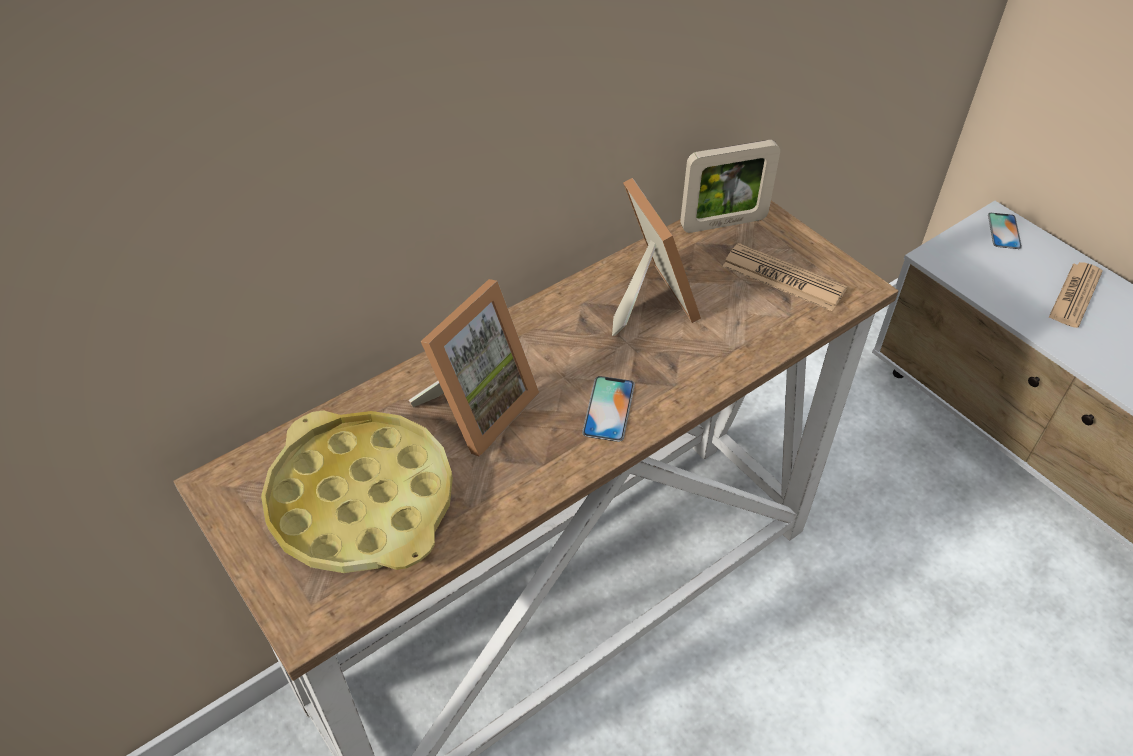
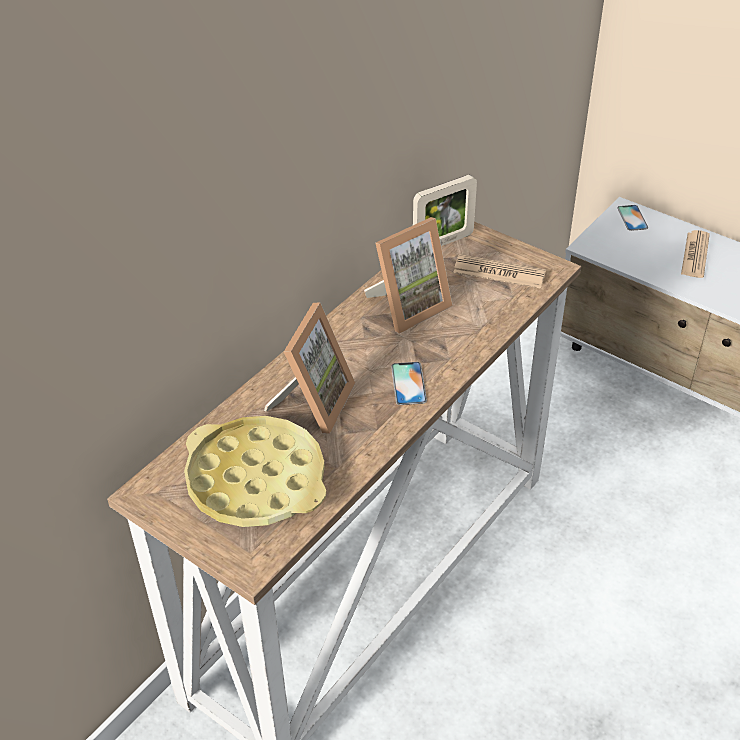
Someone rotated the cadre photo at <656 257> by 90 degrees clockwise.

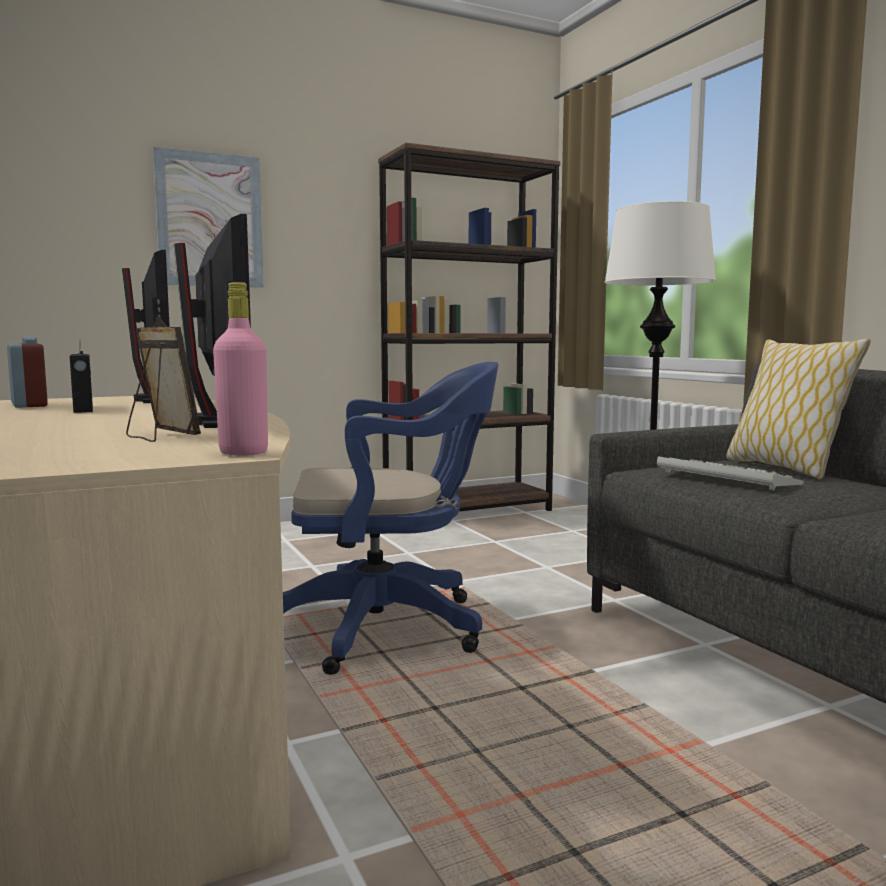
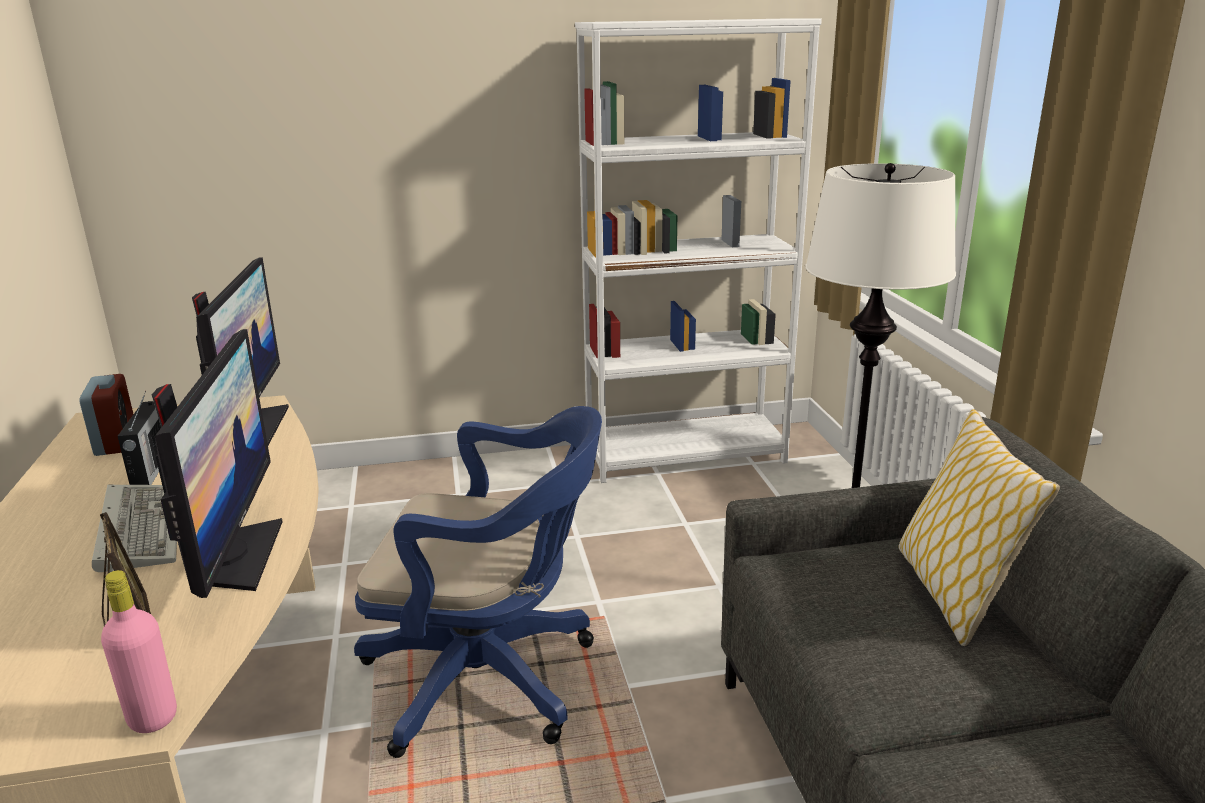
Someone carried the clavier from <730 473> to <134 528>. Someone repainted the bibliothèque/marron at <469 327>, which became the bibliothèque/blanc at <698 250>. Someone took away the tableau at <208 217>.

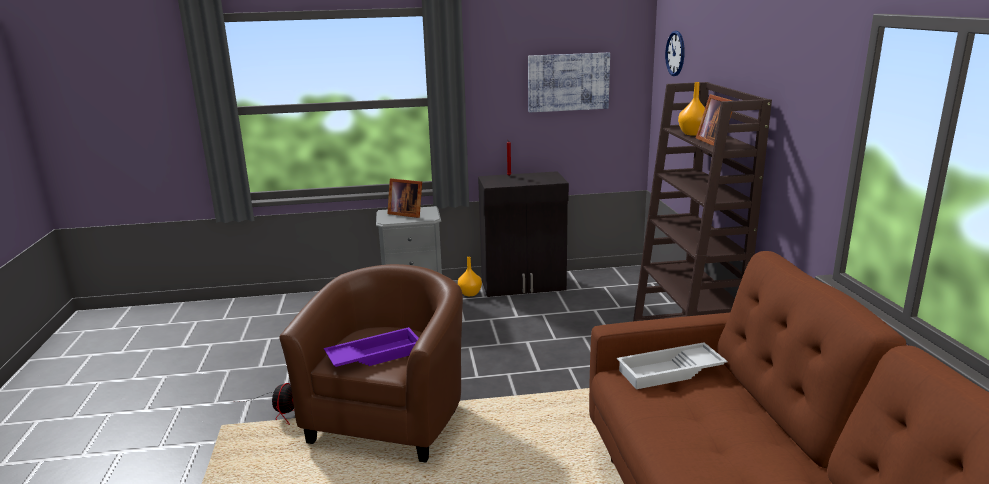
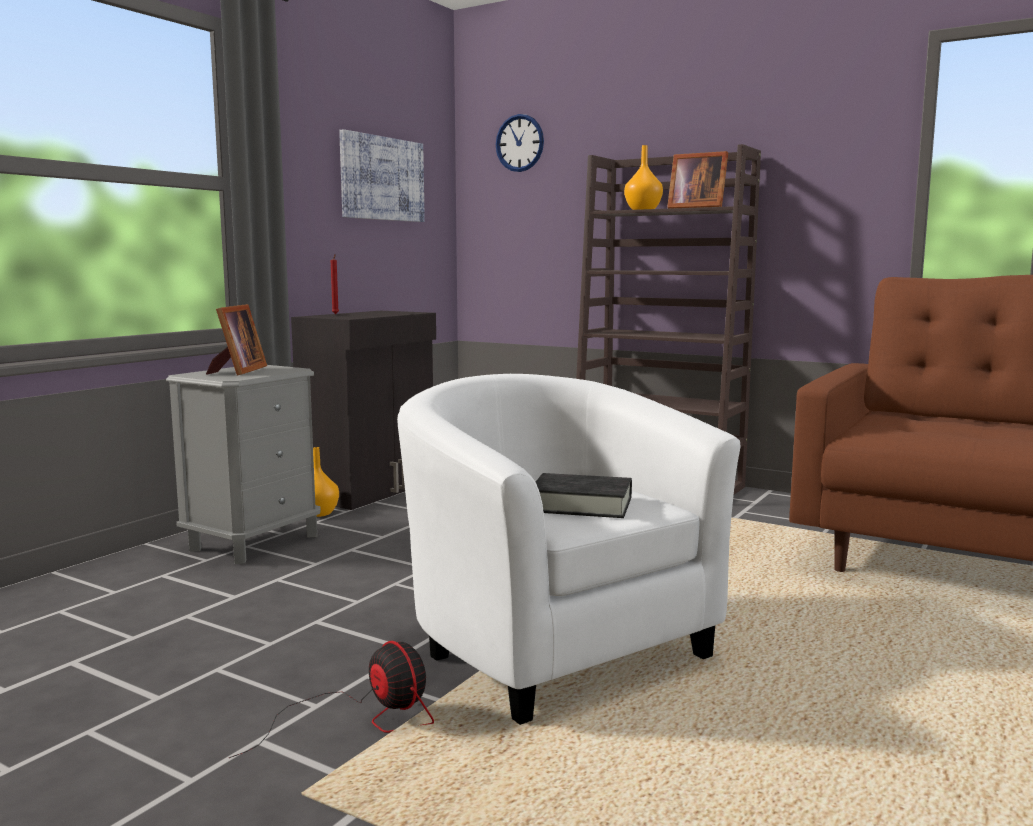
Someone rotated the cadre photo at <404 198> by 60 degrees counterclockwise. Someone repainted the fauteuil/marron at <371 363>, which became the fauteuil/blanc at <568 549>. Someone swapped the plateau/violet at <371 347> for the livre/noir at <584 495>. Someone took away the plateau/blanc at <672 365>.

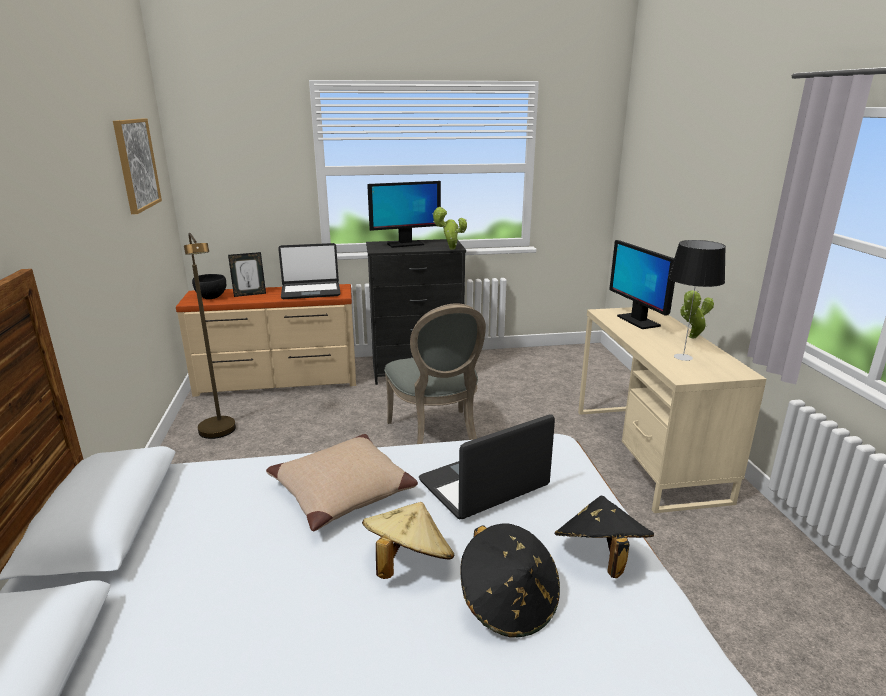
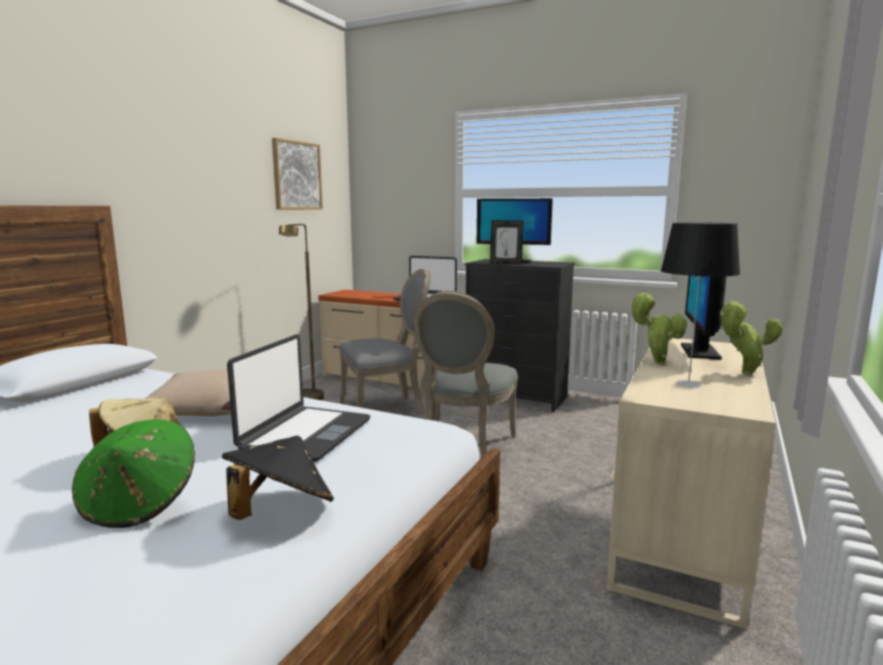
Someone repainted the chapeau/noir at <510 580>, which became the chapeau/vert at <133 473>. Someone rotated the ordinateur portable at <487 466> by 105 degrees clockwise. Someone put down the chaise/gris at <385 341>. Someone carried the cadre photo from <247 274> to <507 242>. Someone carried the plante en pot from <449 228> to <659 328>. Someone took away the bol/noir at <209 286>.

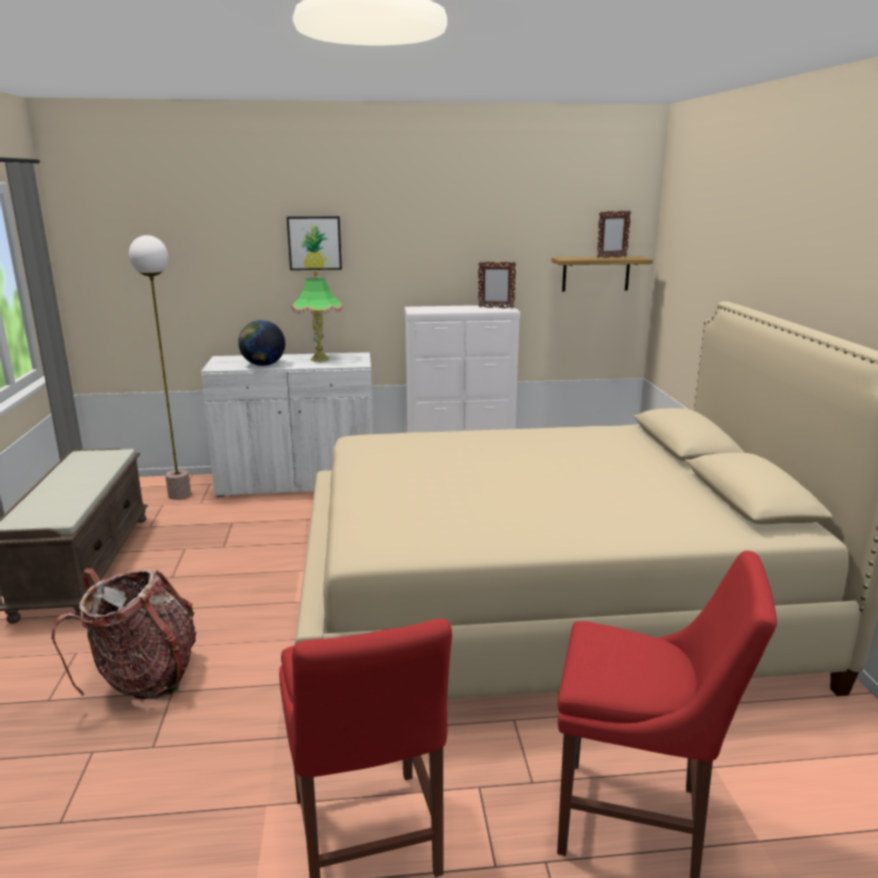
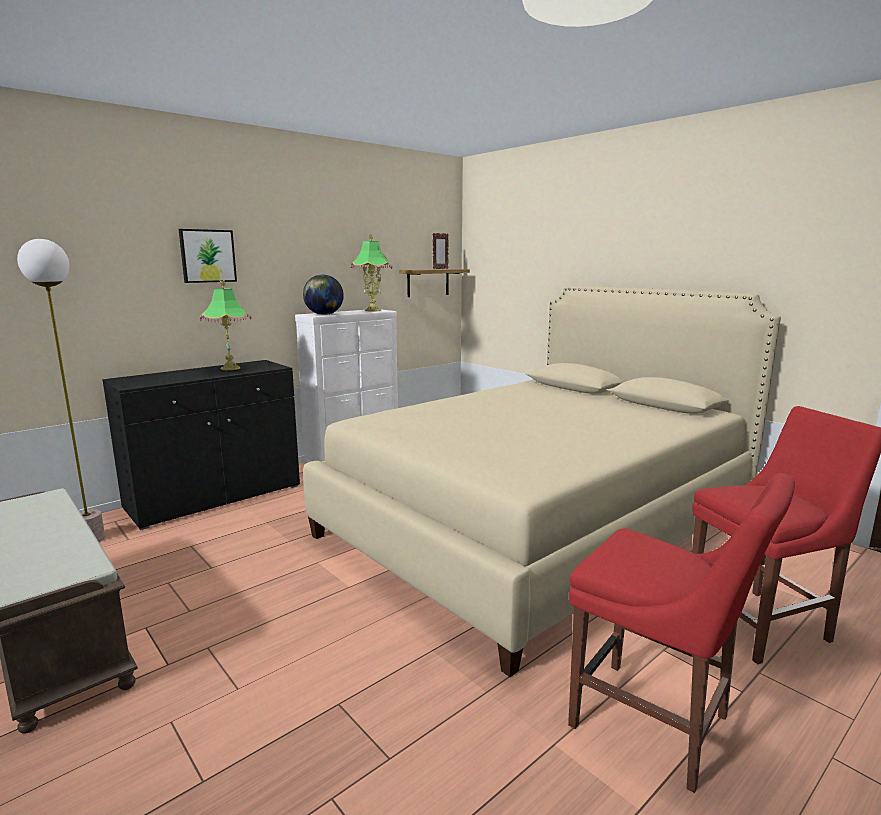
Someone repainted the meuble de rangement/blanc at <287 424>, which became the meuble de rangement/noir at <201 445>. Someone carried the globe from <261 343> to <323 295>. Someone swapped the cadre photo at <497 285> for the lampe de table at <371 273>. Someone took away the sac à dos at <124 633>.

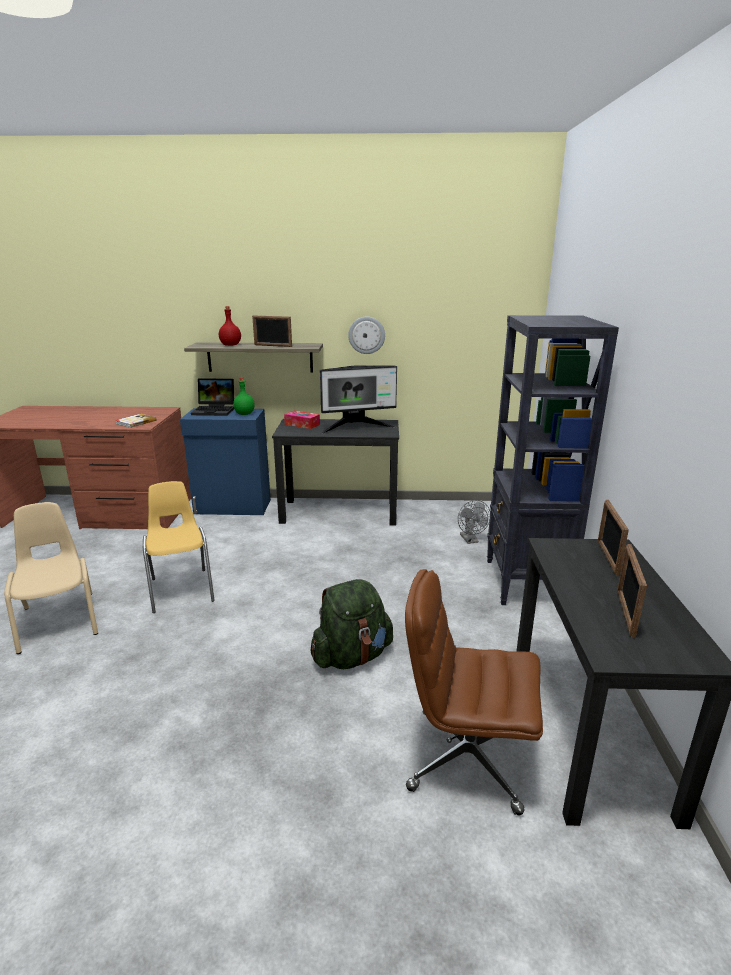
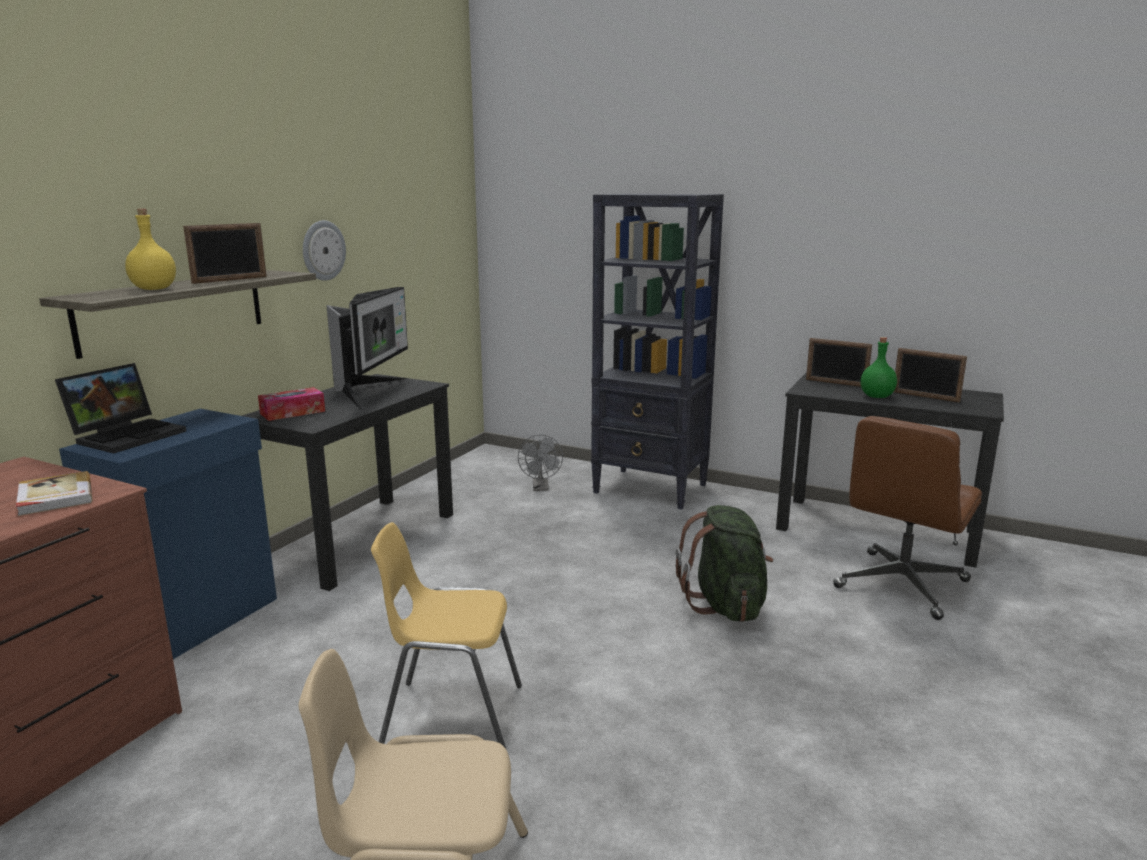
Someone repainted the bouteille/rouge at <230 326>, which became the bouteille/jaune at <150 249>. Someone rotated the ventilateur/gris at <474 522> by 75 degrees clockwise. Someone carried the bouteille/vert from <244 396> to <879 367>.

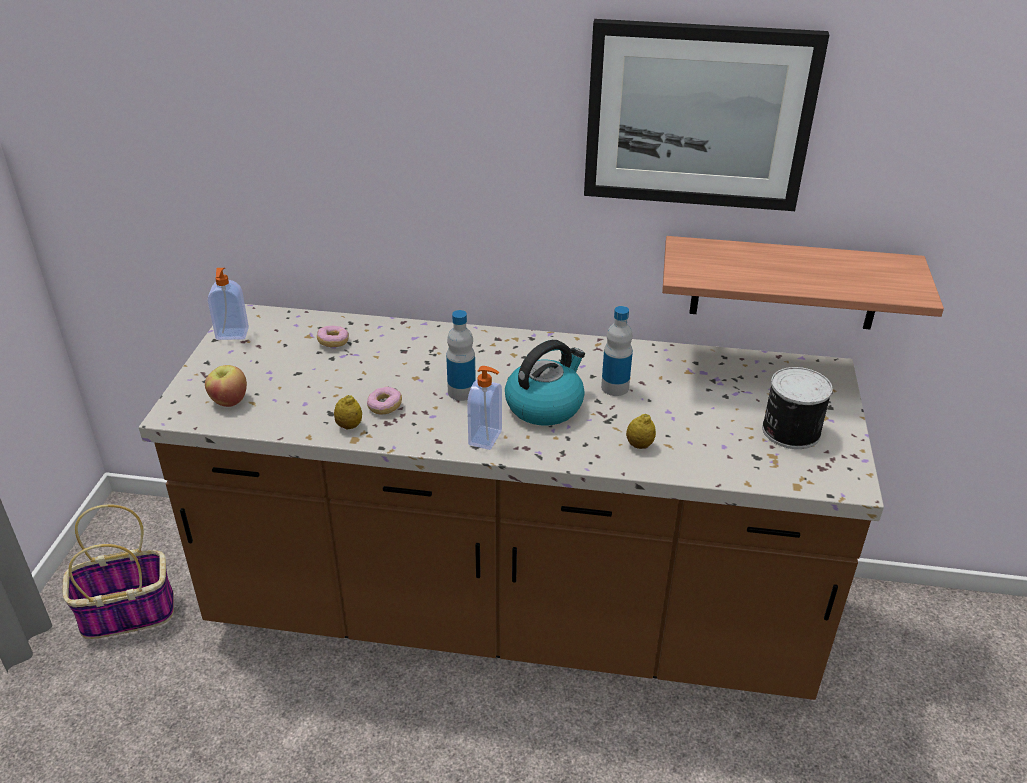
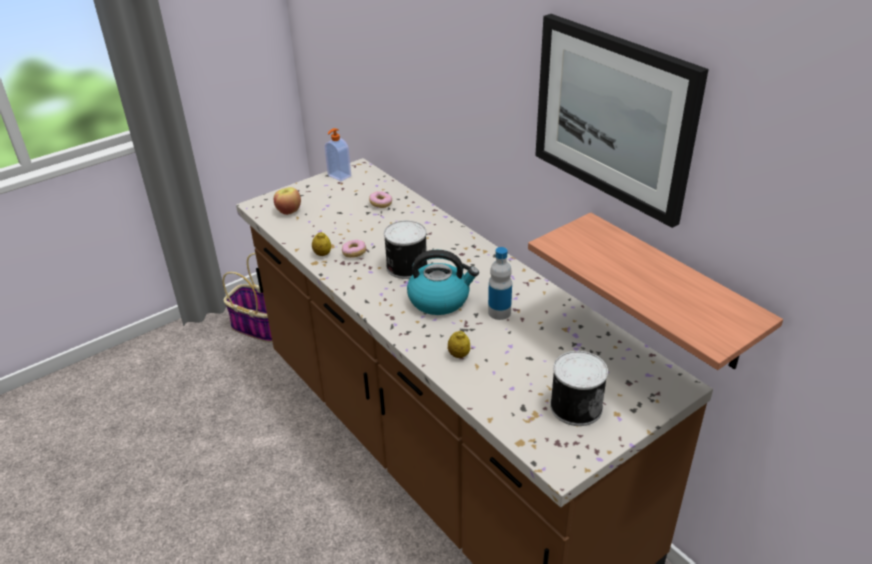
Someone swapped the bouteille at <461 355> for the boîte métallique at <406 249>. Someone took away the distributeur de savon at <484 408>.

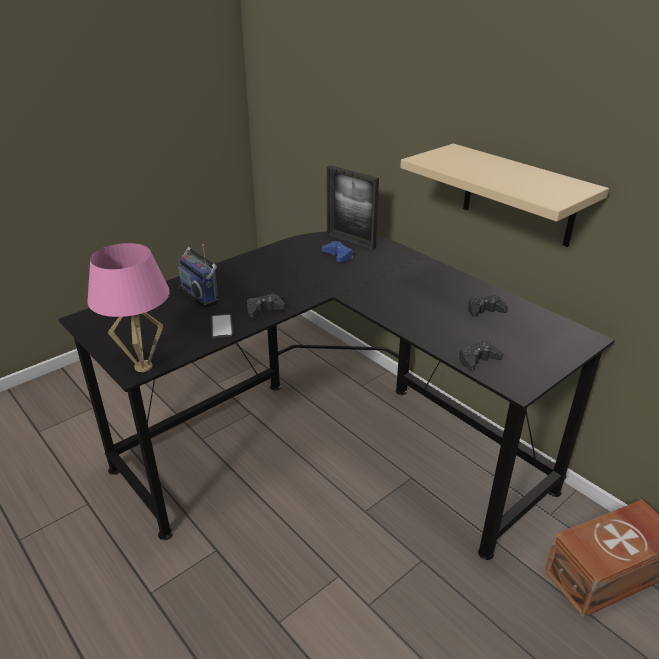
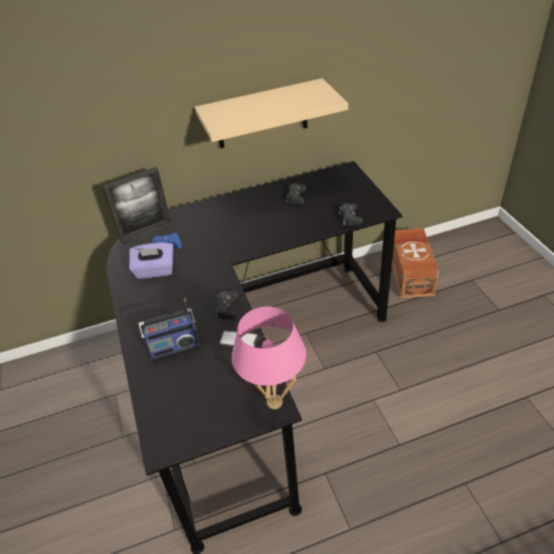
Someone put down the boîte à mouchoirs/violet at <151 261>.

